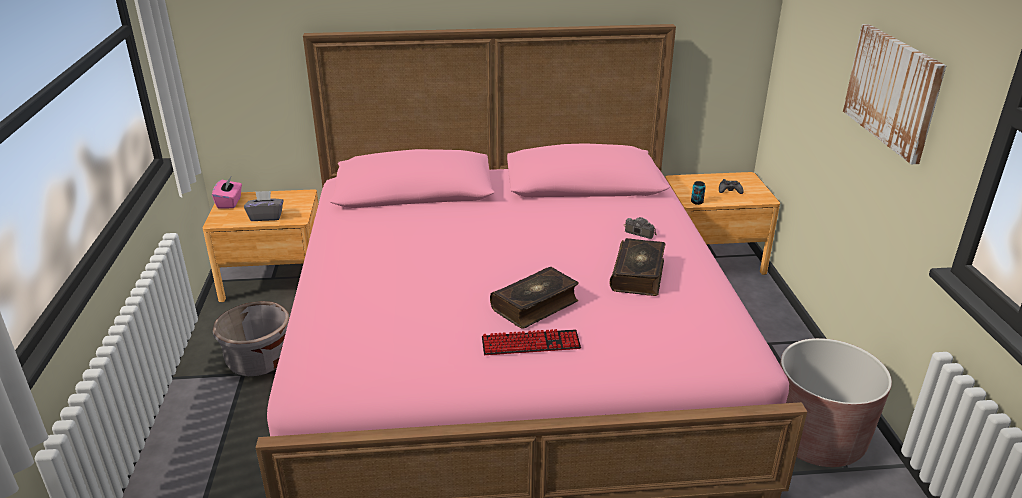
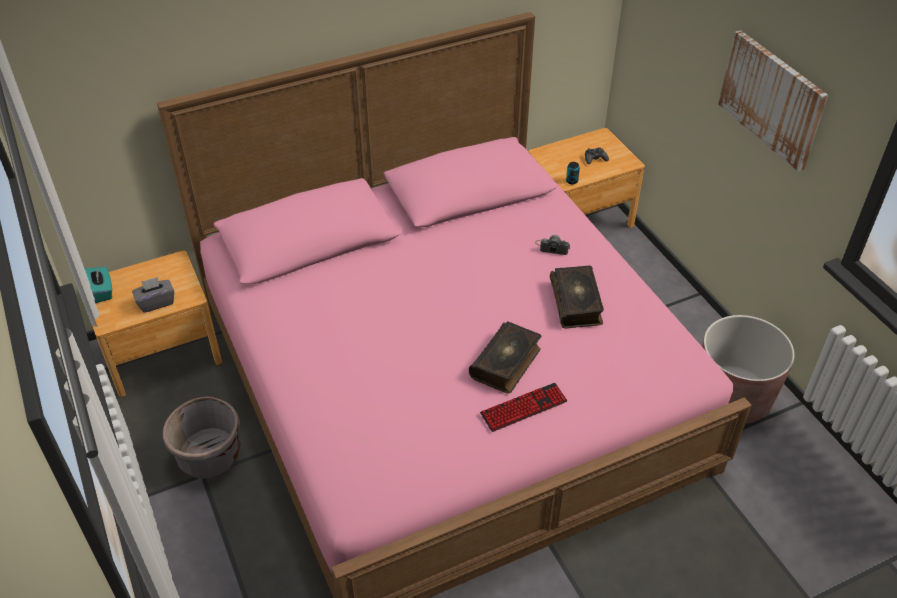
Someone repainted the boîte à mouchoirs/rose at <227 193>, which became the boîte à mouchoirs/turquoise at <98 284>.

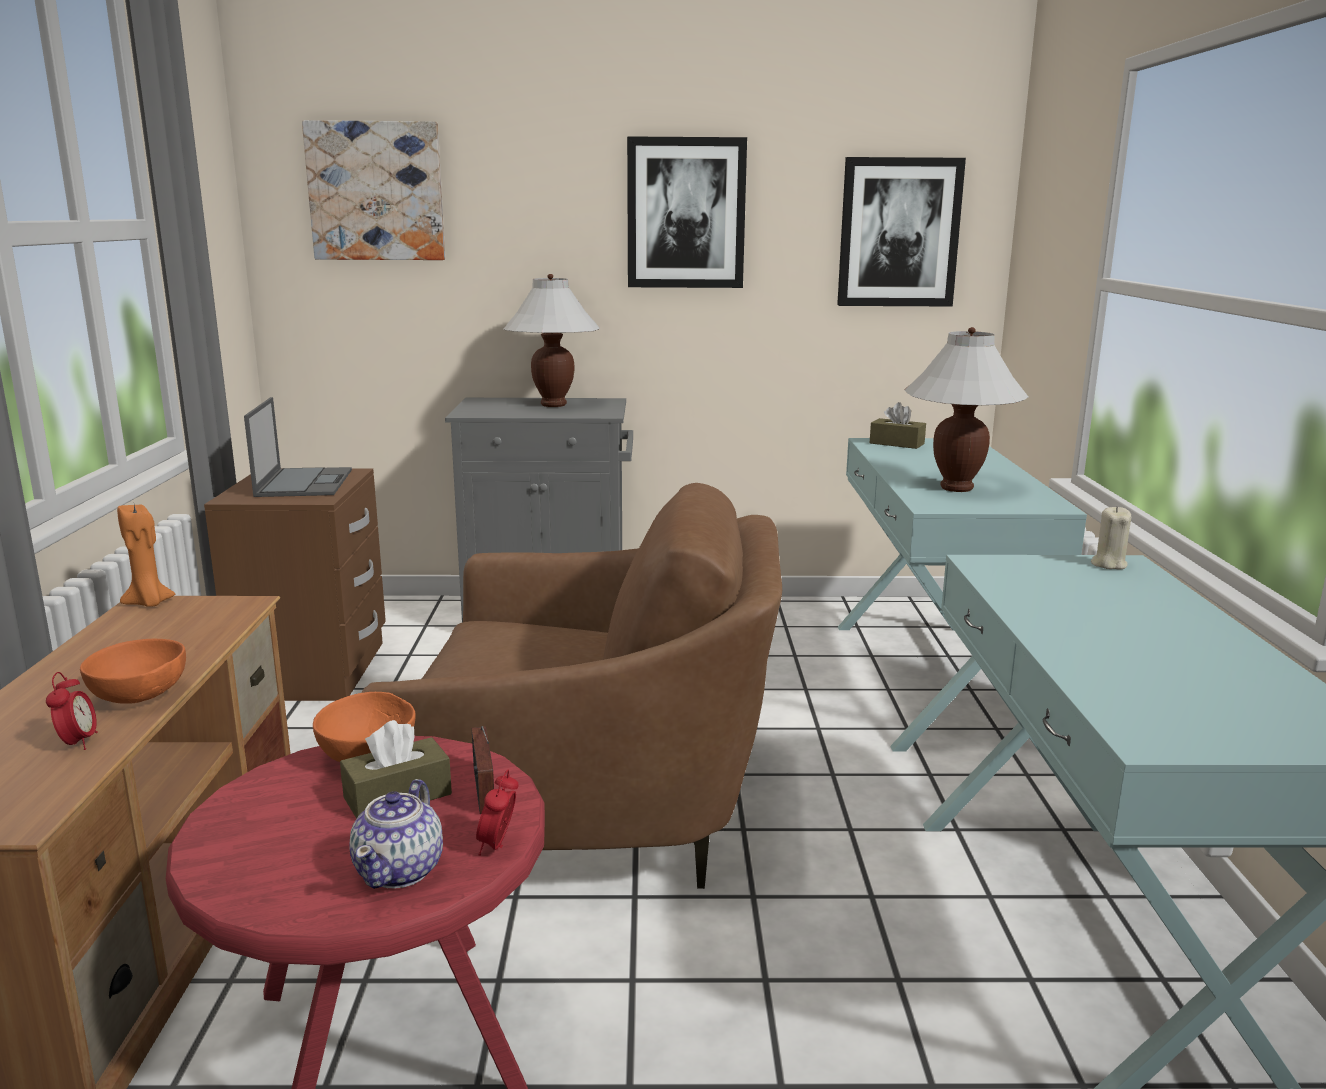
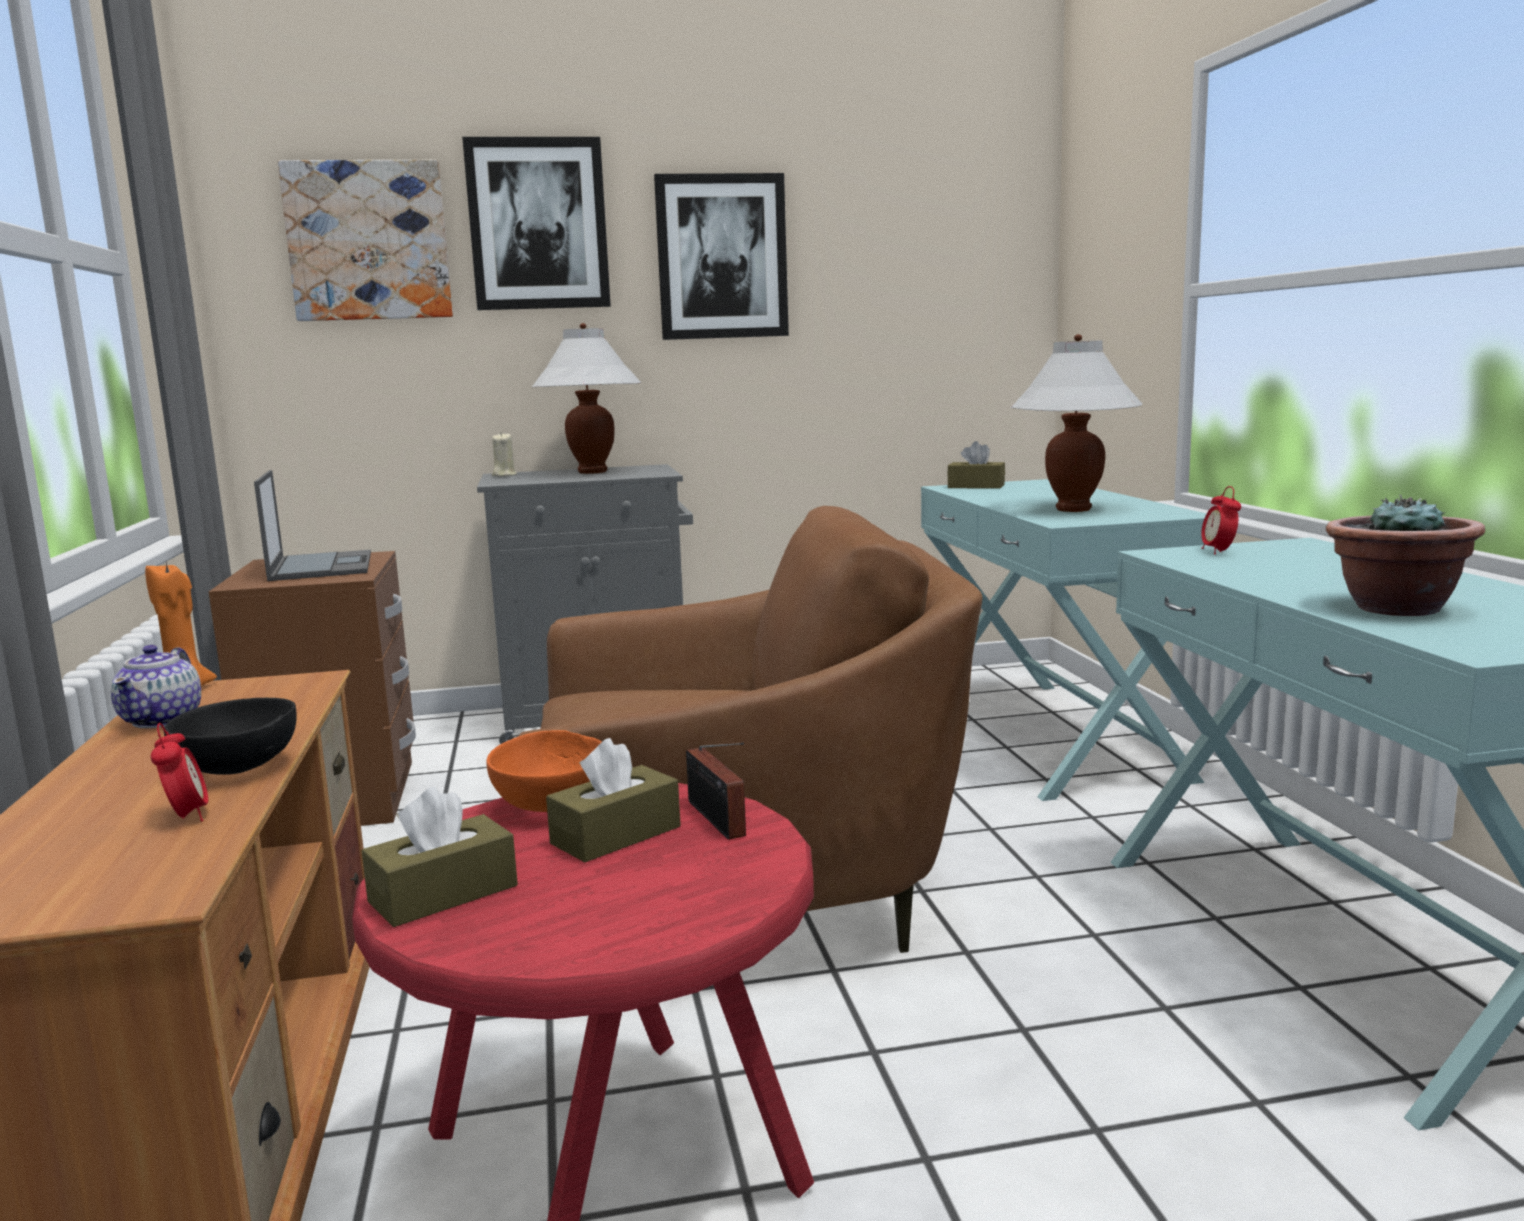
Someone carried the théière from <396 834> to <156 686>. Someone repainted the bol/orange at <133 671>, which became the bol/noir at <230 736>. Someone put down the boîte à mouchoirs/marron at <440 857>. Someone carried the tableau from <901 231> to <536 223>. Someone carried the bougie/beige from <1111 538> to <504 455>. Someone carried the réveil from <497 813> to <1221 520>. Someone put down the plante en pot at <1405 555>.

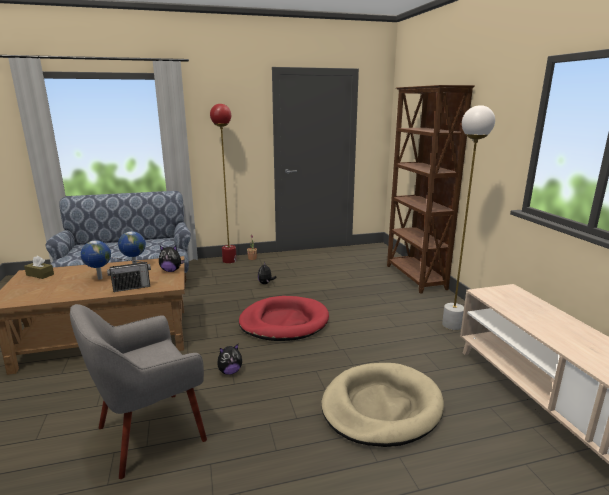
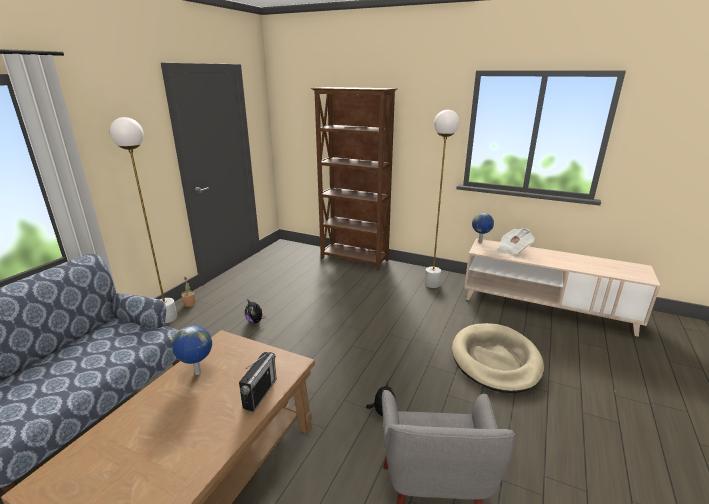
Someone repainted the lampadaire/rouge at <223 183>, which became the lampadaire/blanc at <143 220>. Someone carried the globe from <96 260> to <483 228>. Someone put down the journal at <516 241>. Someone took away the boîte à mouchoirs/marron at <39 267>. Someone took away the peluche at <172 259>. Someone took away the panier pour chien/rouge at <284 318>.

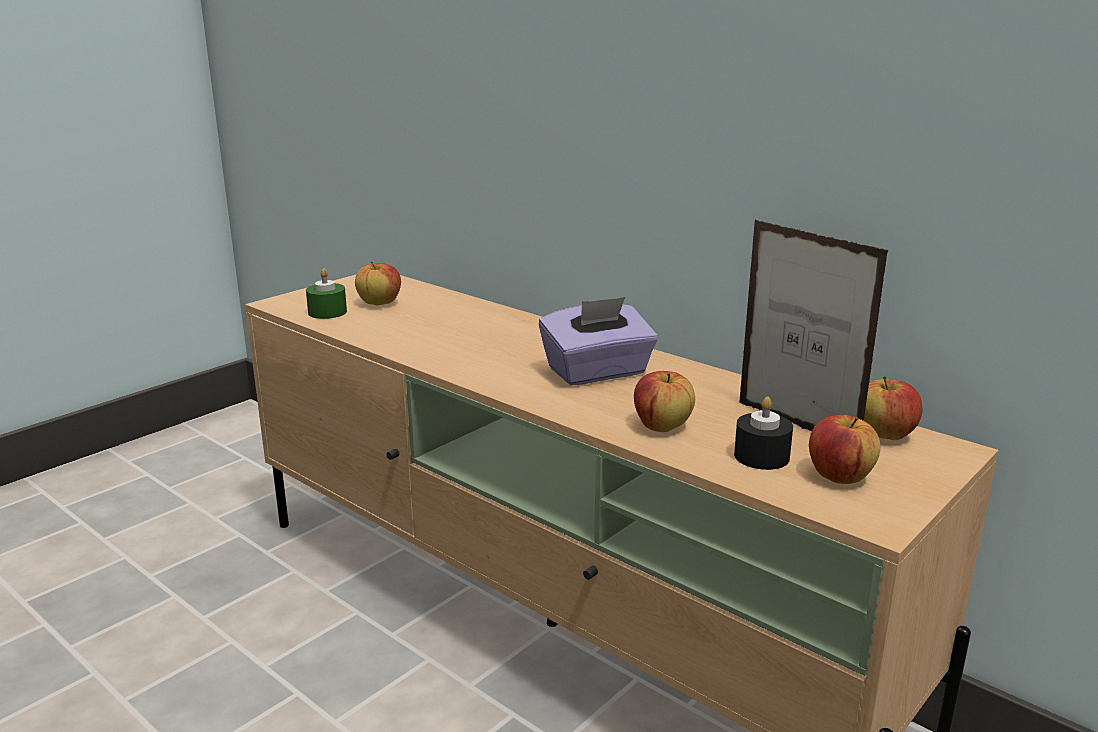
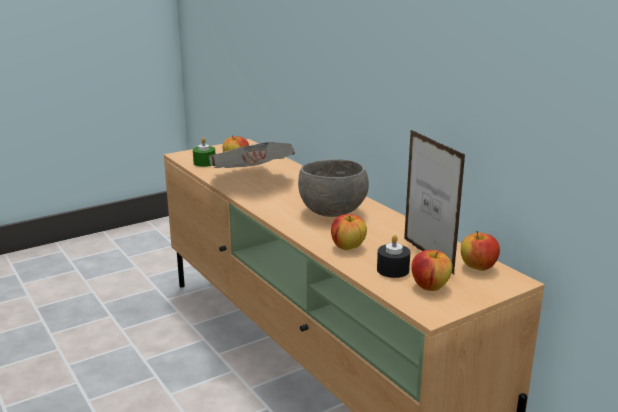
Someone put down the journal at <251 155>. Someone swapped the boîte à mouchoirs/violet at <598 341> for the bol/gris at <333 188>.

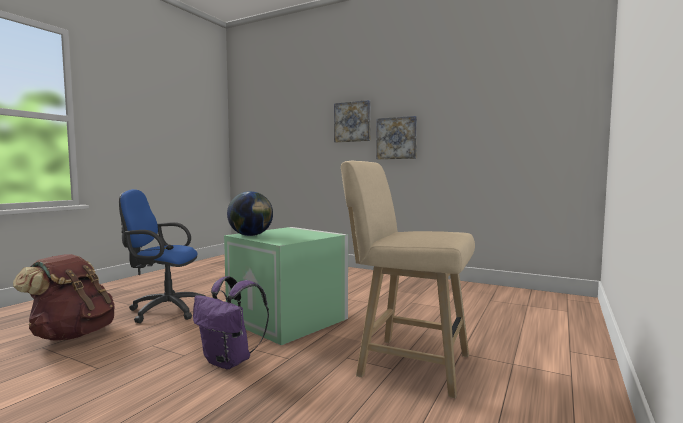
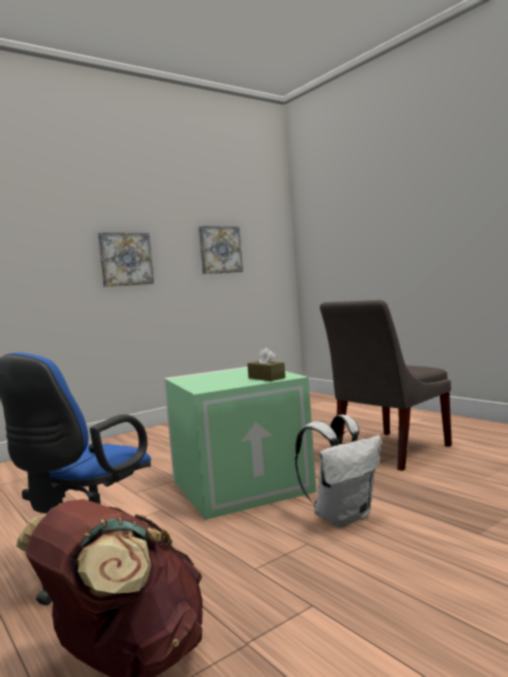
Someone carried the tableau from <352 121> to <220 250>. Someone put down the boîte à mouchoirs/marron at <266 364>. Someone repainted the sac à dos/violet at <231 323>, which became the sac à dos/blanc at <338 471>. Someone swapped the tabouret/beige at <408 279> for the chaise/gris at <386 385>. Someone took away the globe at <250 213>.

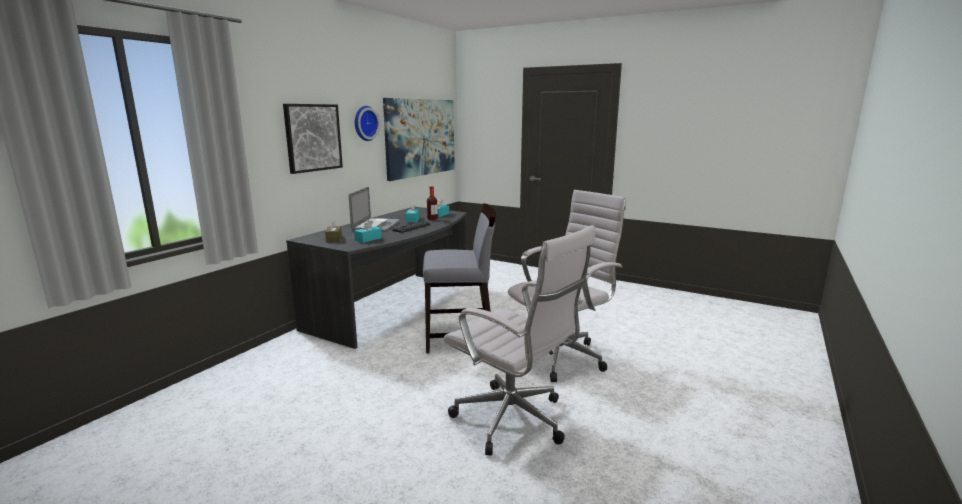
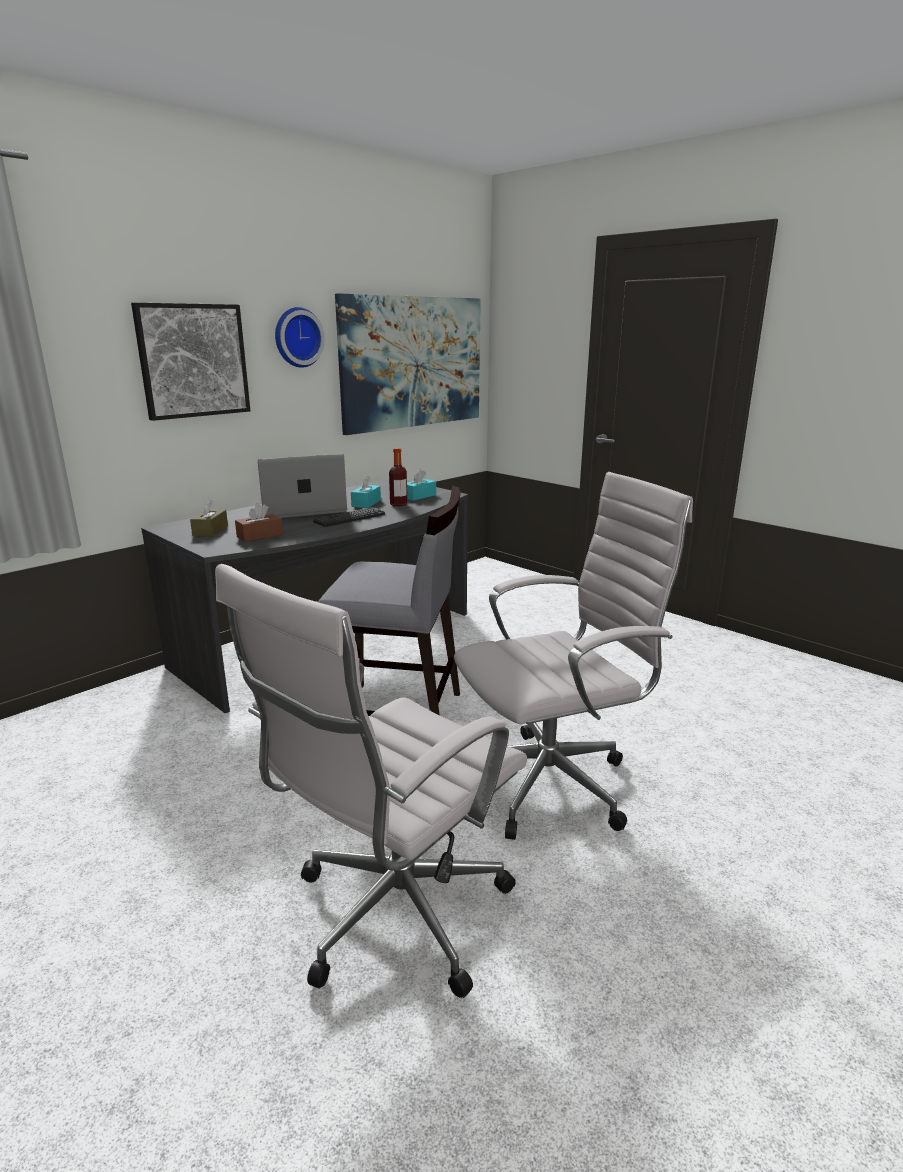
Someone rotated the chaise de bureau/blanc at <520 340> by 75 degrees clockwise. Someone repainted the boîte à mouchoirs/turquoise at <368 231>, which became the boîte à mouchoirs/marron at <259 522>. Someone rotated the ordinateur portable at <375 209> by 135 degrees counterclockwise.

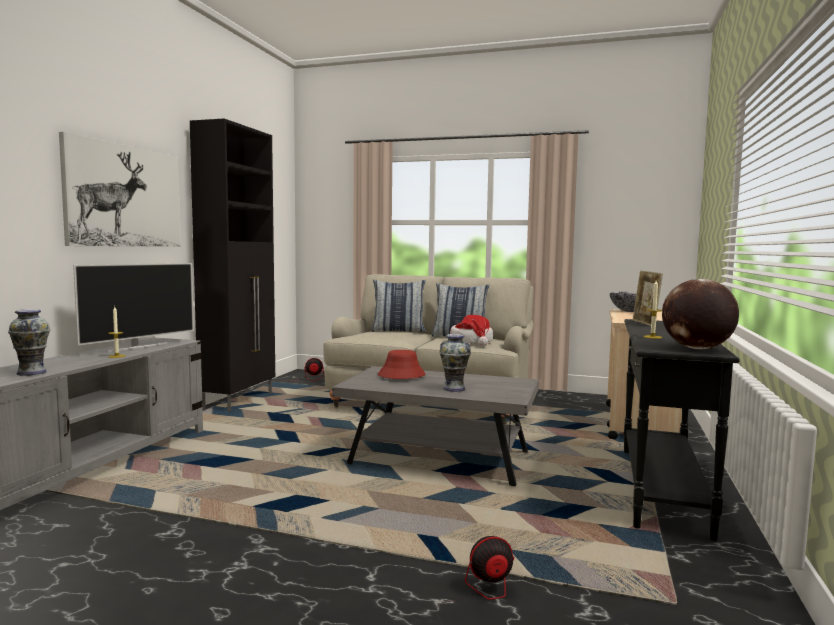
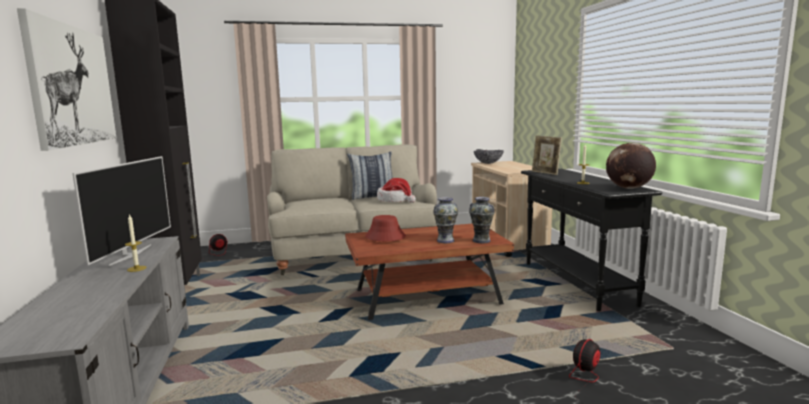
Someone repainted the table basse/gris at <435 426>, which became the table basse/marron at <429 272>. Someone carried the vase from <29 342> to <482 220>. Someone took away the coussin at <398 305>.

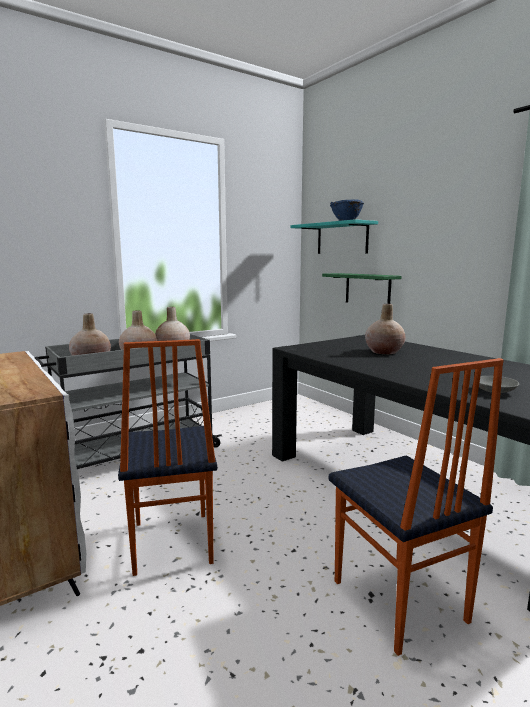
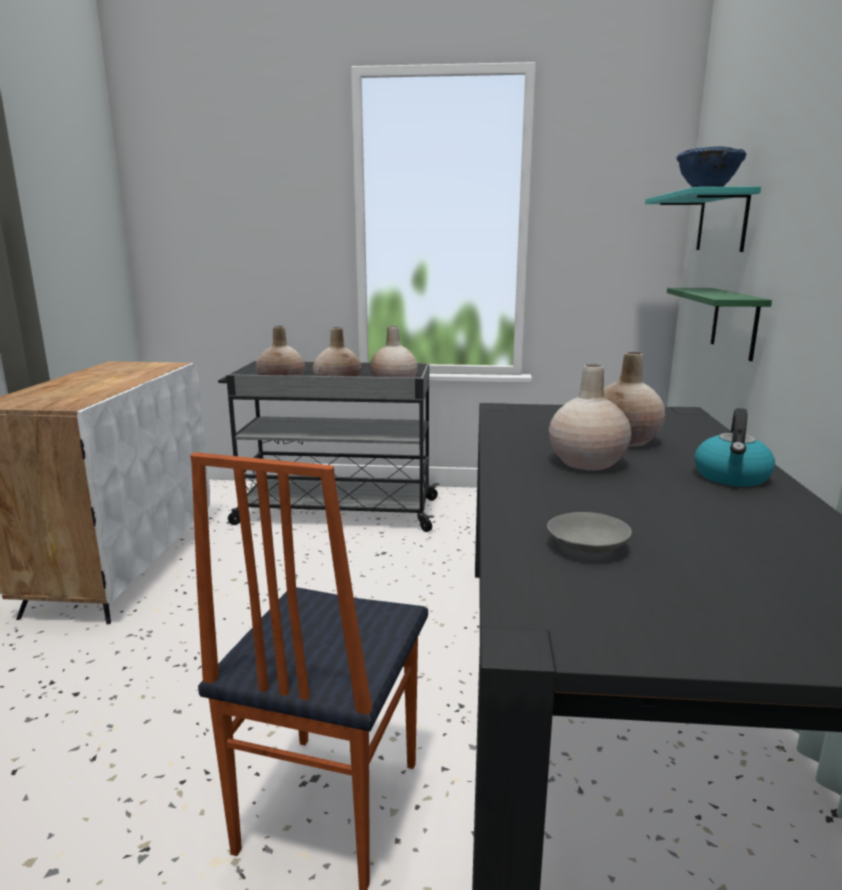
Someone put down the vase/beige at <590 417>. Someone put down the bouilloire at <734 447>. Someone took away the chaise at <167 457>.

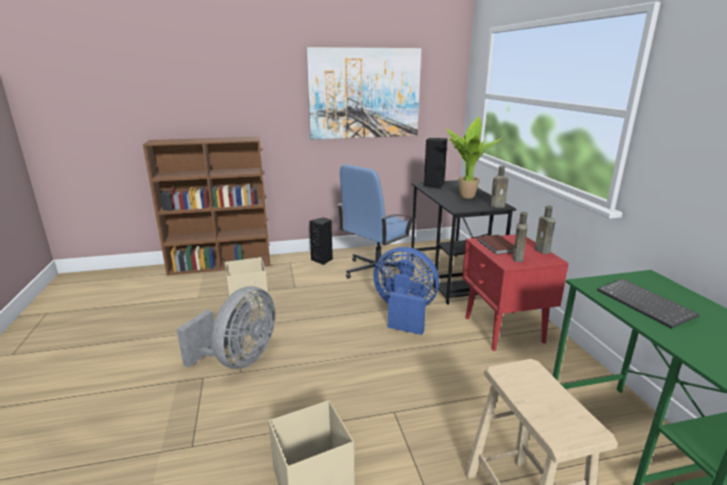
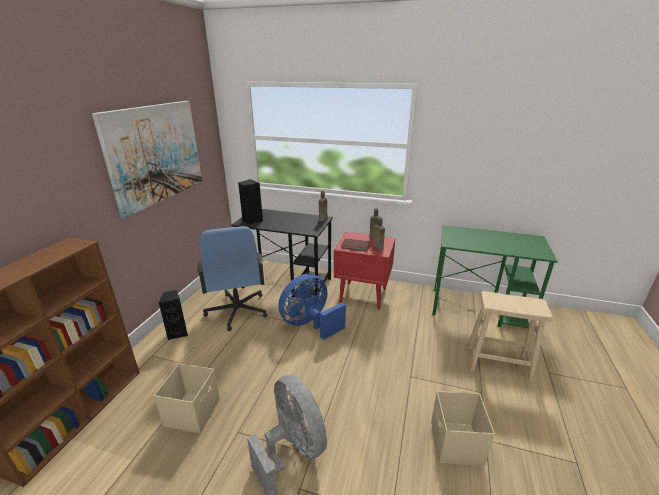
Someone took away the plante en pot at <475 157>. Someone took away the clavier at <648 304>.

